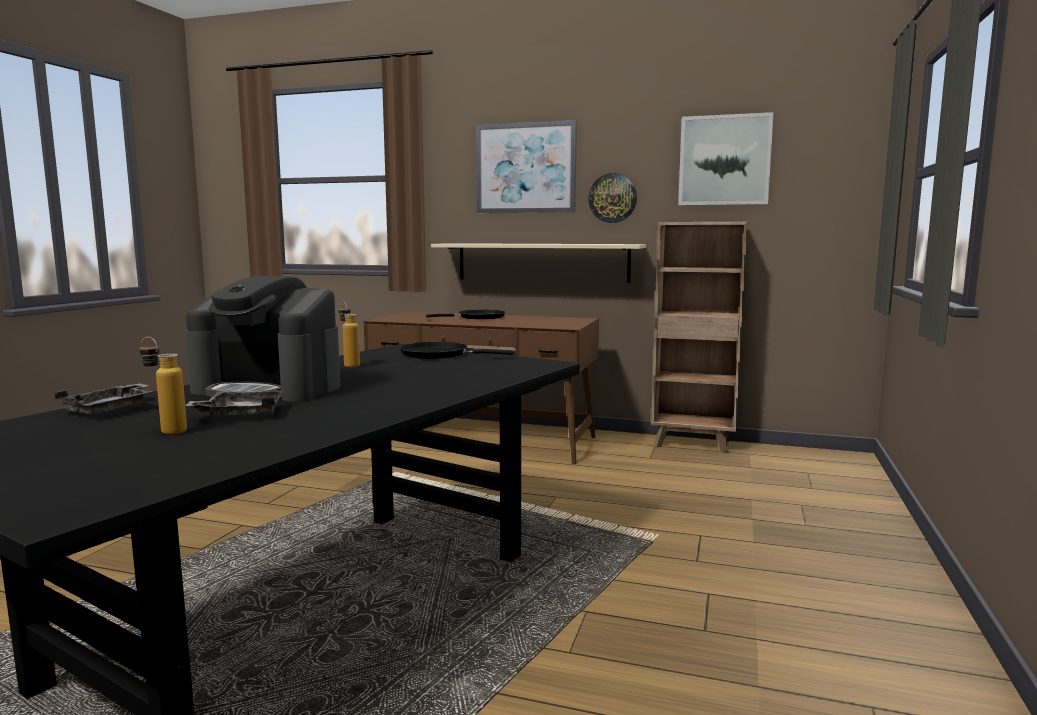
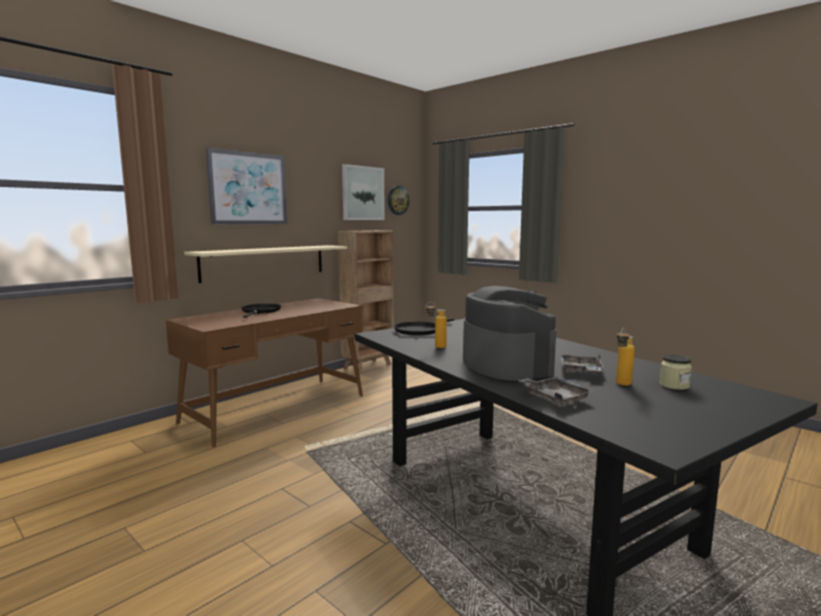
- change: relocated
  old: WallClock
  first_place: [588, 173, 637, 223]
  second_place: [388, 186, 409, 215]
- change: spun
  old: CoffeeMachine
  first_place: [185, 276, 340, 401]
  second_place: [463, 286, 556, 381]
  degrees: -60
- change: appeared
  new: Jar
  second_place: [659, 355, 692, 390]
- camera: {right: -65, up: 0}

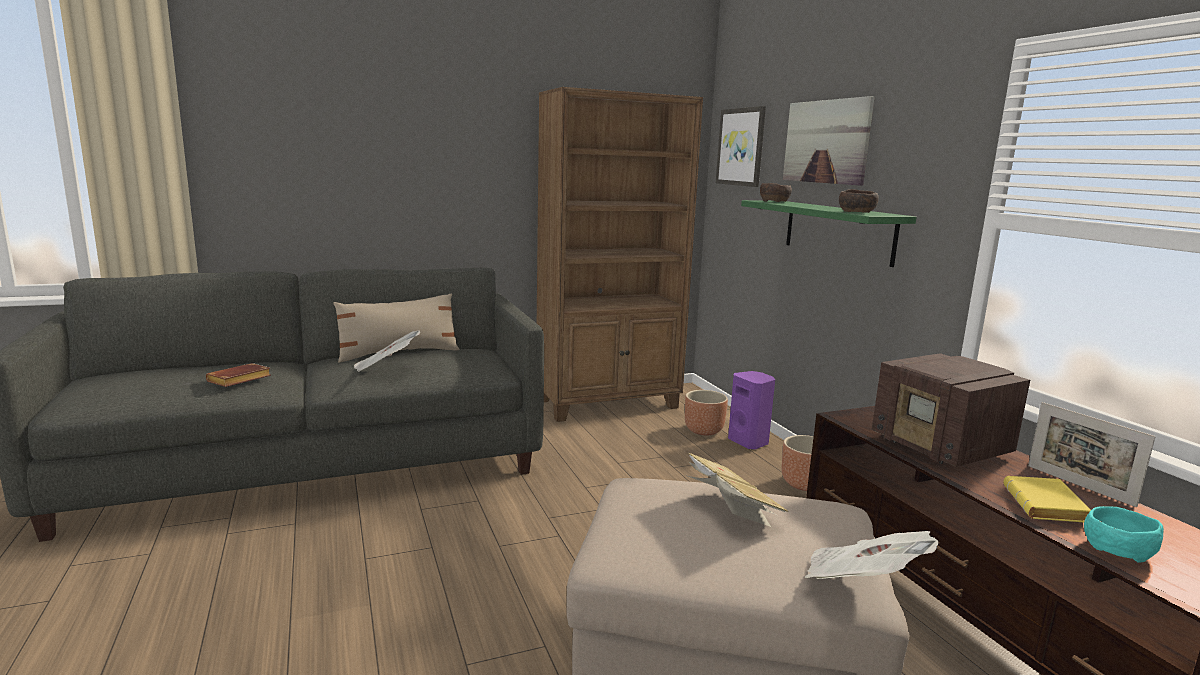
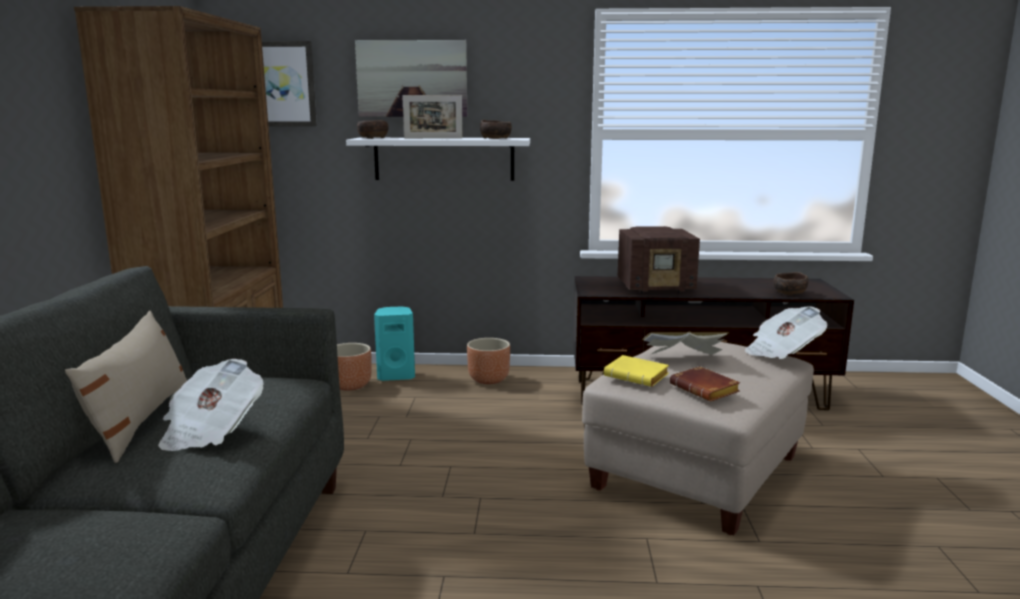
- change: colour
  old: GreenShelf
  new: WhiteShelf
  first_place: [741, 200, 917, 267]
  second_place: [346, 138, 530, 181]
- change: colour
  old: PurpleSpeaker
  new: TurquoiseSpeaker
  first_place: [728, 371, 775, 449]
  second_place: [374, 306, 415, 381]
- change: relocated
  old: PictureFrame
  first_place: [1028, 402, 1155, 507]
  second_place: [402, 95, 463, 139]
- change: relocated
  old: YellowBook
  first_place: [1004, 476, 1091, 522]
  second_place: [604, 355, 669, 387]
- change: relocated
  old: BrownBook
  first_place: [206, 363, 271, 387]
  second_place: [670, 366, 740, 401]
- change: colour
  old: TurquoiseBowl
  new: BrownBowl
  first_place: [1084, 506, 1164, 563]
  second_place: [774, 272, 808, 295]
- camera: {right: -65, up: 0}

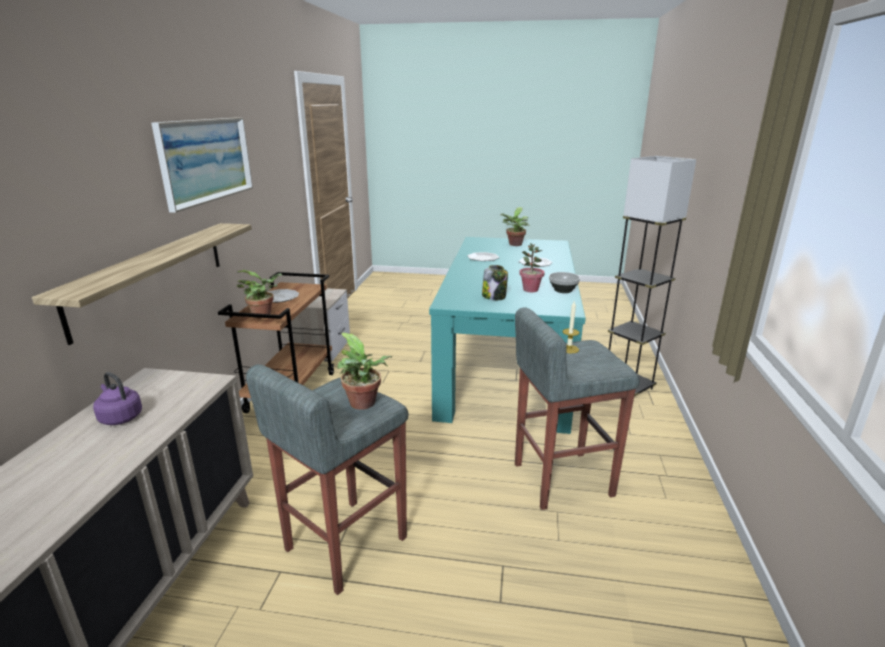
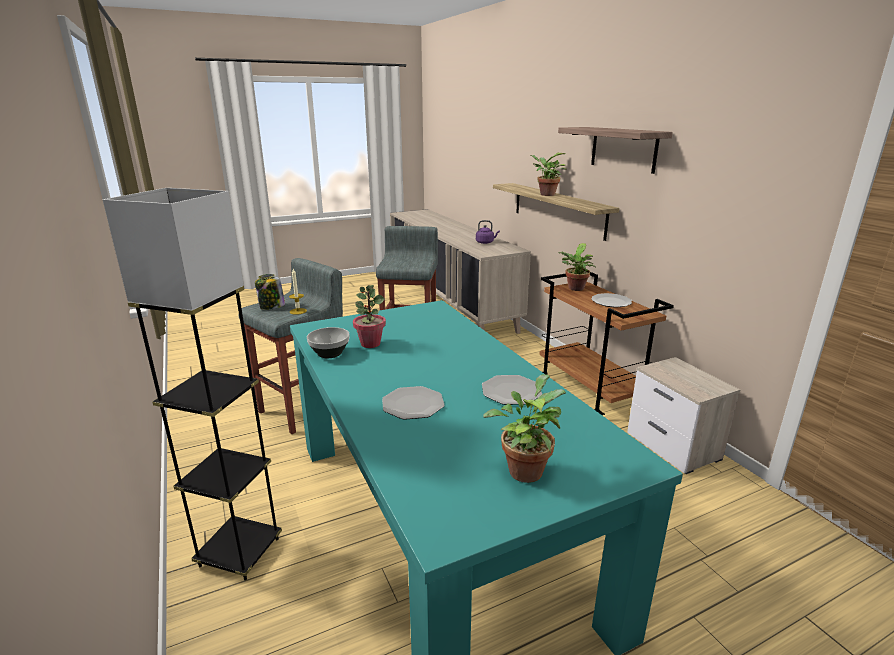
- change: relocated
  old: Jar
  first_place: [482, 265, 508, 300]
  second_place: [255, 274, 285, 310]
- change: relocated
  old: PottedPlant
  first_place: [337, 332, 392, 410]
  second_place: [531, 153, 566, 196]
- change: exchanged
  old: Picture
  new: Shelf
  first_place: [151, 117, 253, 213]
  second_place: [558, 127, 673, 174]
- camera: {right: 145, up: 0}

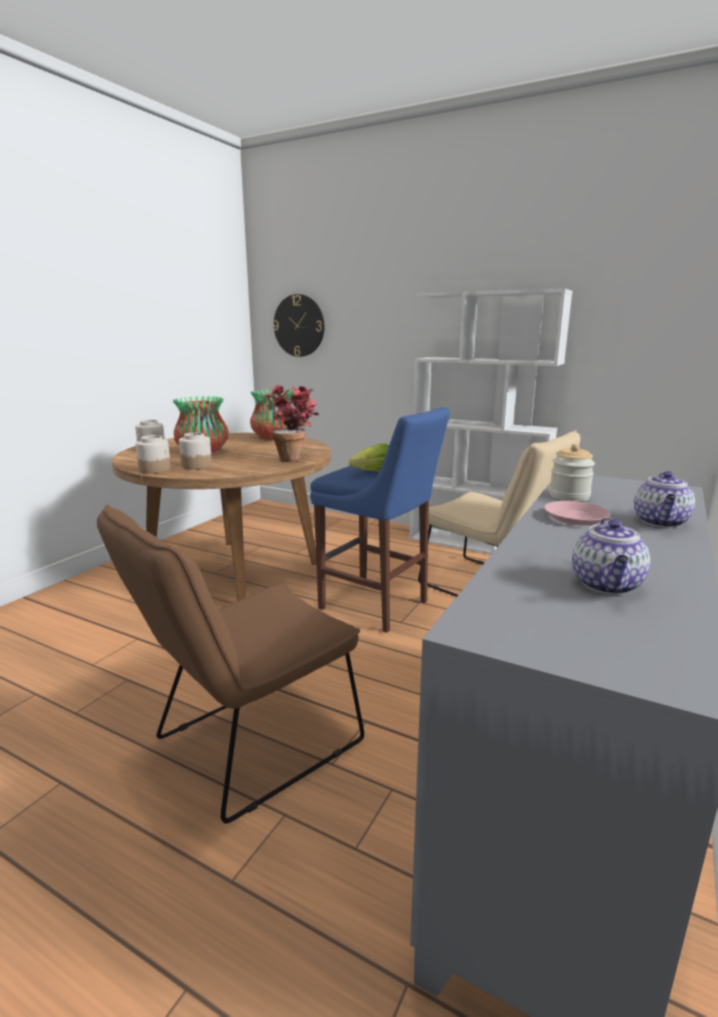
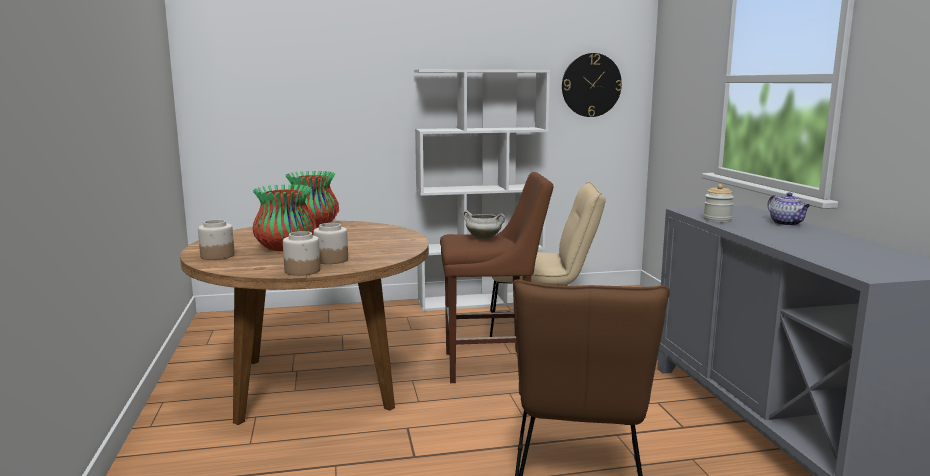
- change: colour
  old: BlueStool
  new: BrownStool
  first_place: [310, 407, 450, 633]
  second_place: [440, 172, 553, 383]
- change: exchanged
  old: Lettuce
  new: WhiteCookingPot
  first_place: [348, 443, 389, 472]
  second_place: [463, 210, 505, 240]
- change: relocated
  old: WallClock
  first_place: [273, 294, 324, 357]
  second_place: [562, 53, 622, 117]
- change: missing
  old: PottedPlant
  first_place: [265, 384, 319, 462]
- change: missing
  old: PinkPlate
  first_place: [544, 501, 610, 525]
- change: missing
  old: Teapot
  first_place: [572, 518, 651, 595]
- camera: {right: -40, up: -5}

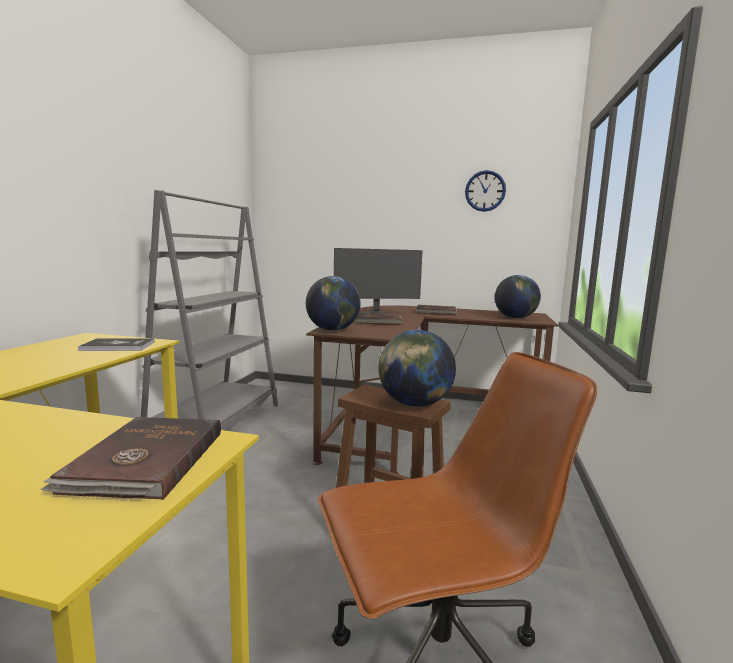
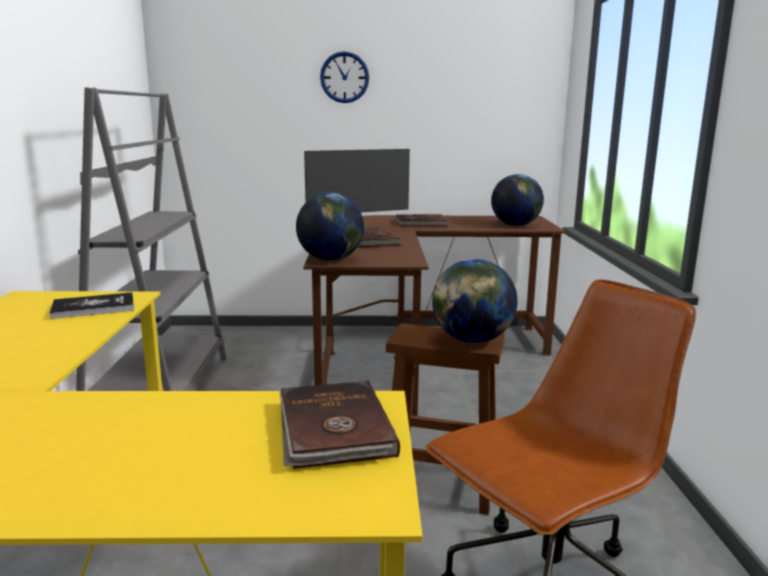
- change: relocated
  old: WallClock
  first_place: [465, 170, 506, 212]
  second_place: [320, 51, 369, 103]
- camera: {right: -15, up: 5}

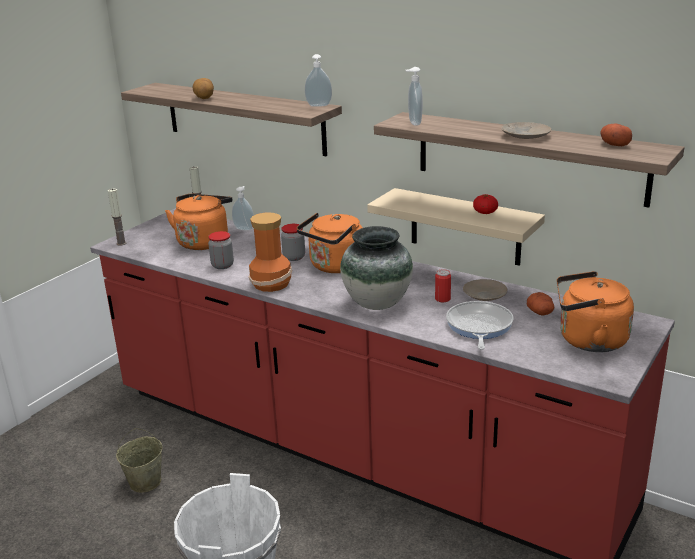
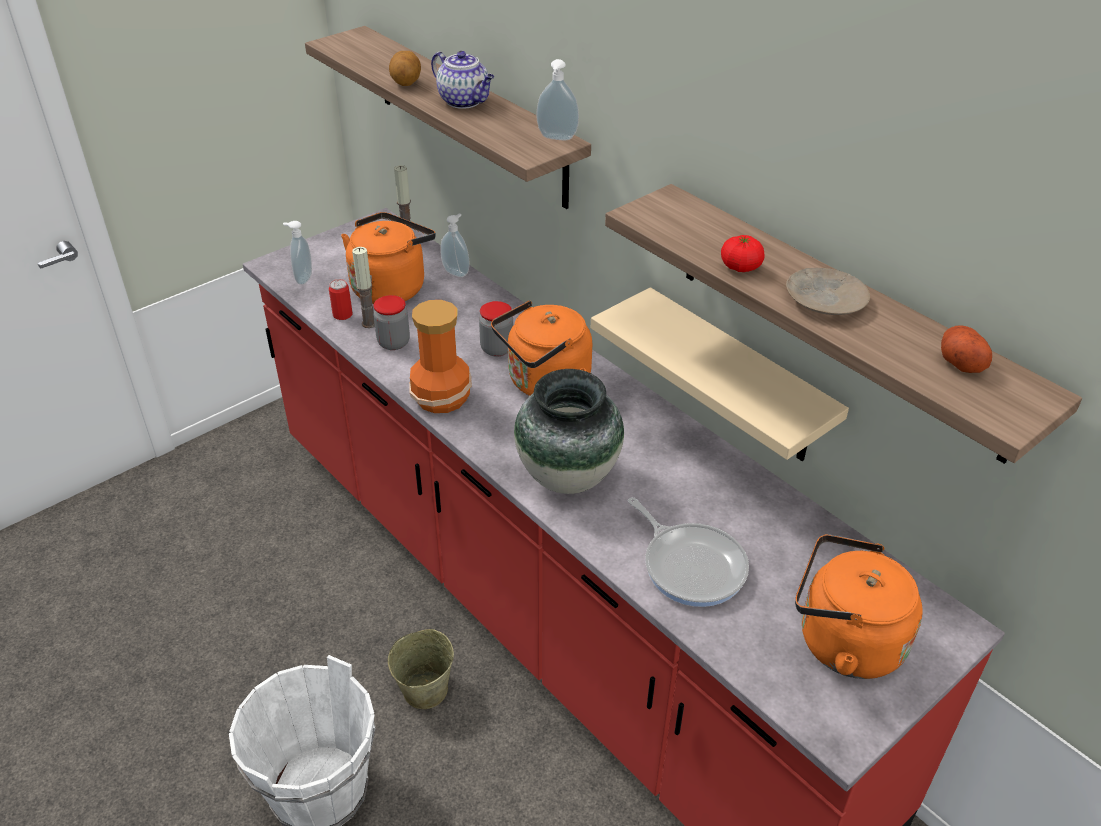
- change: relocated
  old: SoapDispenser
  first_place: [406, 67, 423, 125]
  second_place: [283, 221, 312, 285]
- change: relocated
  old: Can
  first_place: [435, 269, 451, 302]
  second_place: [329, 279, 353, 320]
- change: relocated
  old: Candle
  first_place: [108, 188, 127, 246]
  second_place: [352, 247, 375, 328]
- change: relocated
  old: BeigeBucket
  first_place: [116, 428, 162, 493]
  second_place: [388, 629, 454, 709]
- change: appeared
  new: Teapot
  second_place: [431, 51, 494, 109]
- change: spun
  old: FryingPan
  first_place: [446, 301, 514, 350]
  second_place: [628, 497, 749, 607]
  degrees: 120
- change: relocated
  old: Tomato
  first_place: [473, 194, 498, 214]
  second_place: [721, 235, 765, 272]
- change: missing
  old: BeigePlate
  first_place: [463, 279, 507, 301]
- change: missing
  old: Potato
  first_place: [527, 292, 554, 315]
- camera: {right: 15, up: 15}

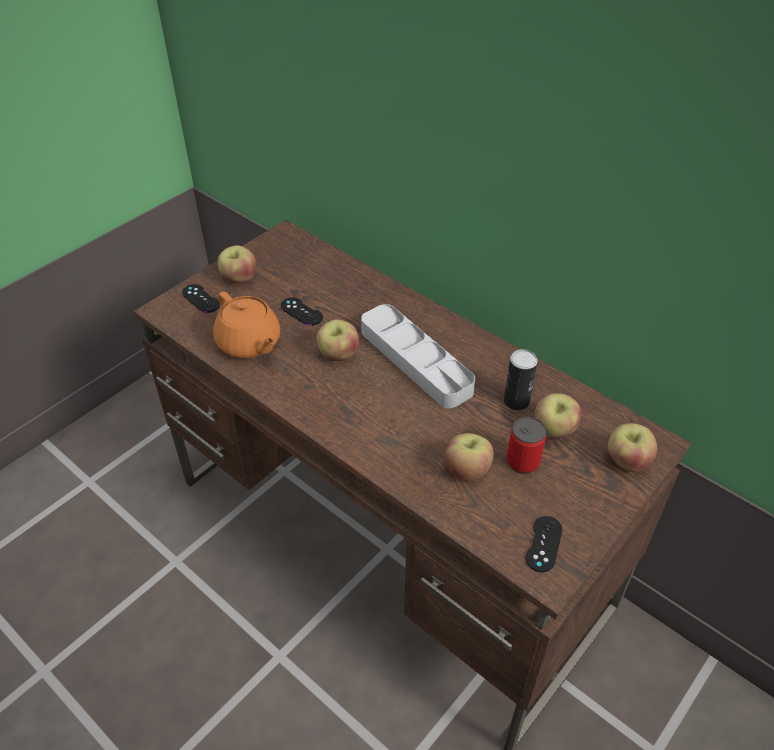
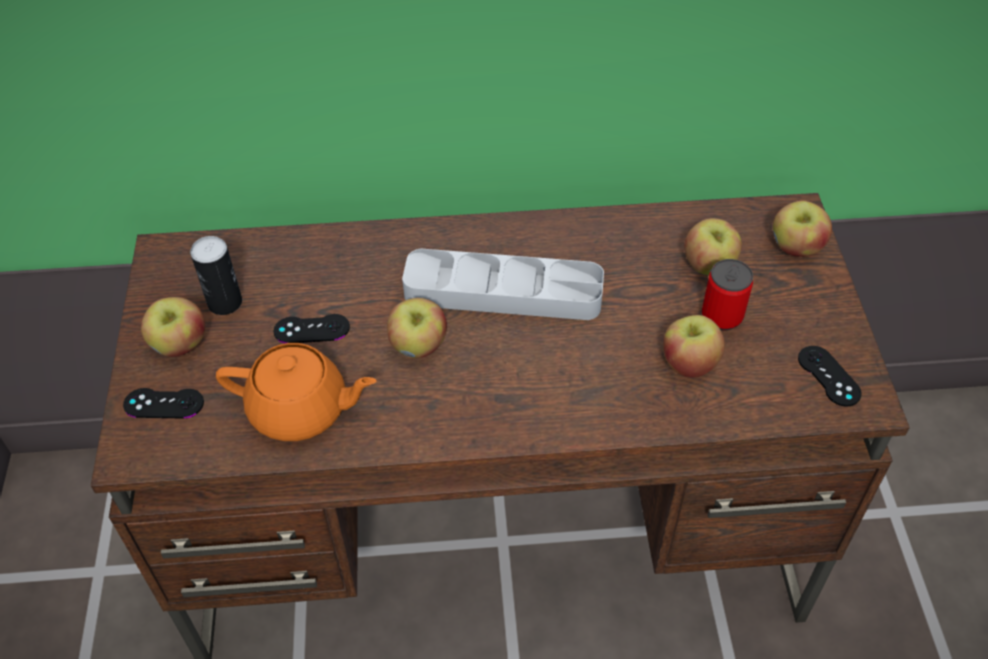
- change: relocated
  old: Can
  first_place: [504, 349, 538, 410]
  second_place: [190, 236, 242, 315]
- camera: {right: -45, up: 5}

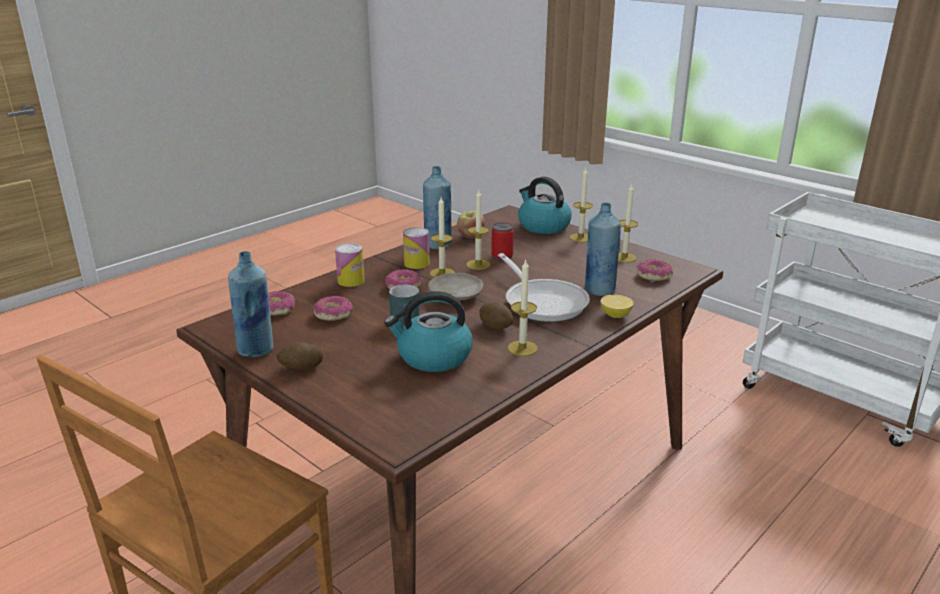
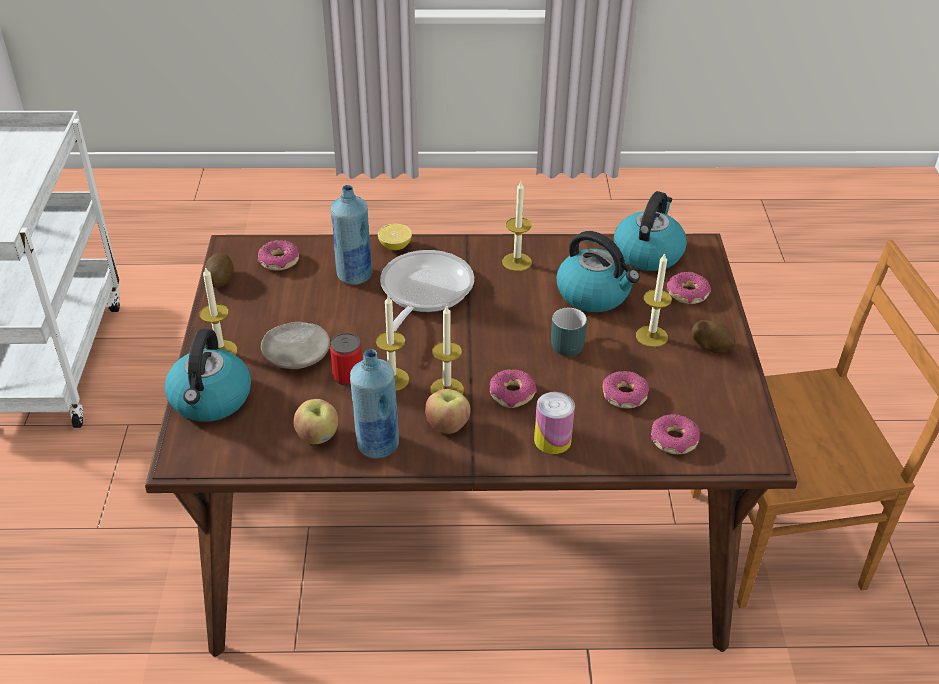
- change: relocated
  old: Potato
  first_place: [479, 302, 513, 330]
  second_place: [204, 253, 234, 288]
- change: relocated
  old: BeigePlate
  first_place: [428, 273, 483, 301]
  second_place: [261, 322, 330, 369]
- change: exchanged
  old: Can
  new: Apple
  first_place: [403, 227, 430, 269]
  second_place: [425, 389, 471, 434]
- change: appeared
  new: Kettle
  second_place: [614, 191, 687, 271]
- change: relocated
  old: Candle
  first_place: [618, 183, 638, 263]
  second_place: [636, 253, 672, 347]
- change: appeared
  new: Donut
  second_place: [667, 272, 711, 304]
- change: missing
  old: BlueBottle
  first_place: [228, 251, 273, 357]
- camera: {right: -135, up: 15}

